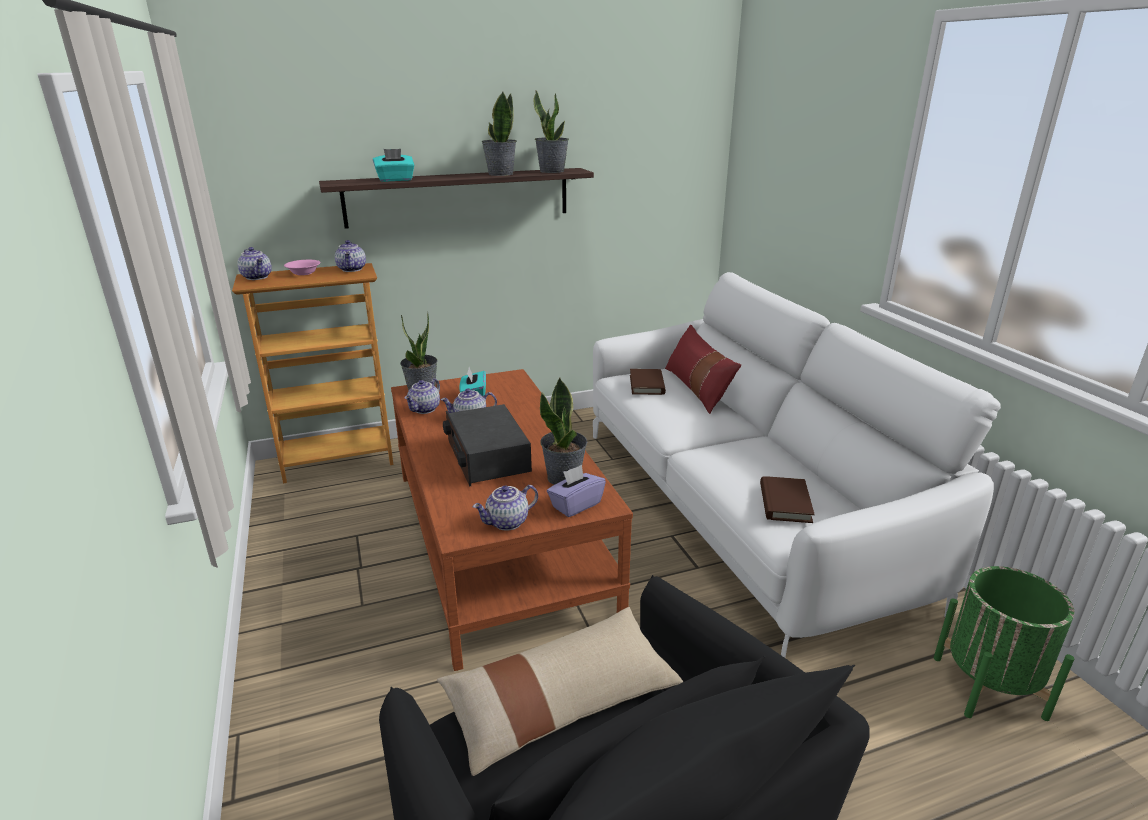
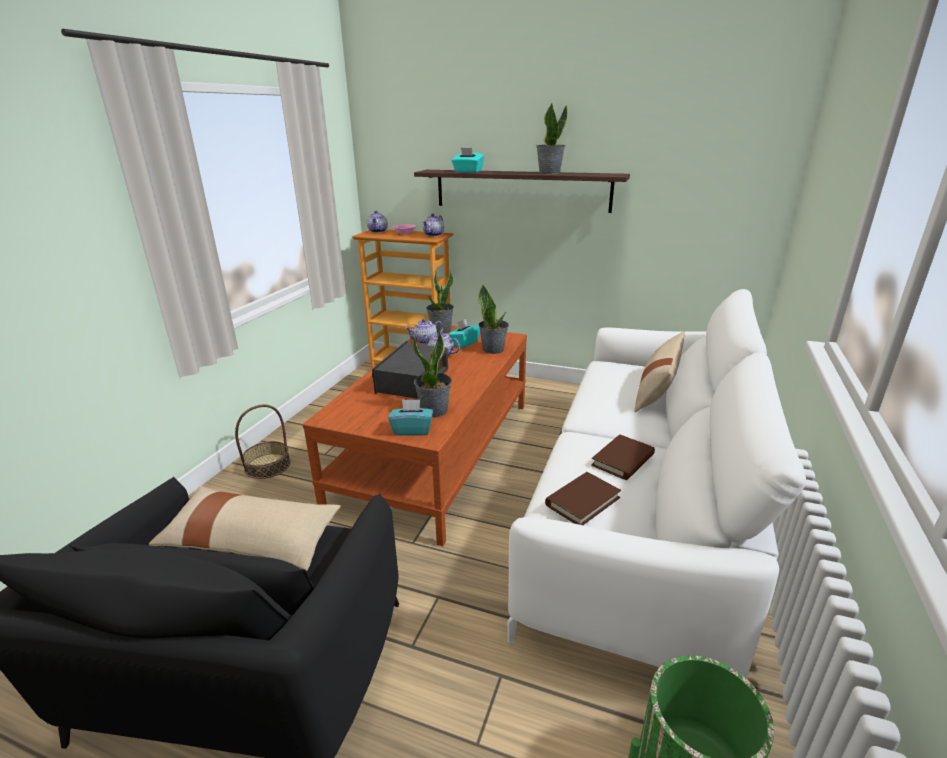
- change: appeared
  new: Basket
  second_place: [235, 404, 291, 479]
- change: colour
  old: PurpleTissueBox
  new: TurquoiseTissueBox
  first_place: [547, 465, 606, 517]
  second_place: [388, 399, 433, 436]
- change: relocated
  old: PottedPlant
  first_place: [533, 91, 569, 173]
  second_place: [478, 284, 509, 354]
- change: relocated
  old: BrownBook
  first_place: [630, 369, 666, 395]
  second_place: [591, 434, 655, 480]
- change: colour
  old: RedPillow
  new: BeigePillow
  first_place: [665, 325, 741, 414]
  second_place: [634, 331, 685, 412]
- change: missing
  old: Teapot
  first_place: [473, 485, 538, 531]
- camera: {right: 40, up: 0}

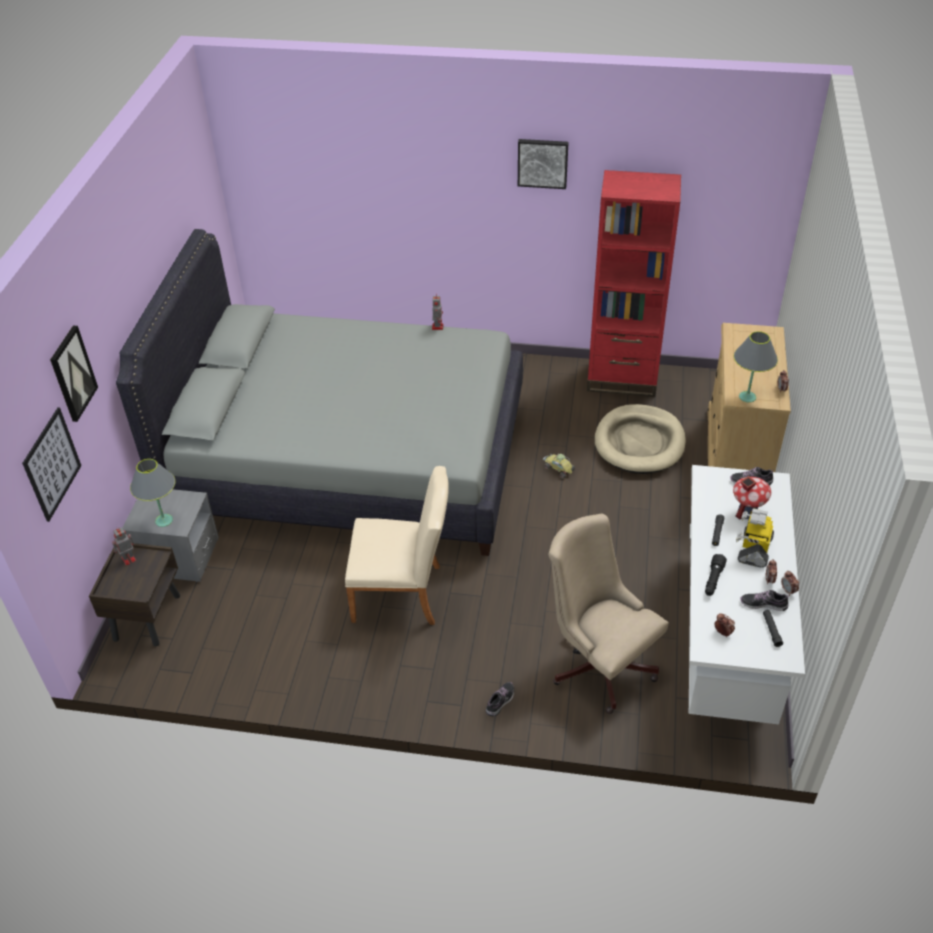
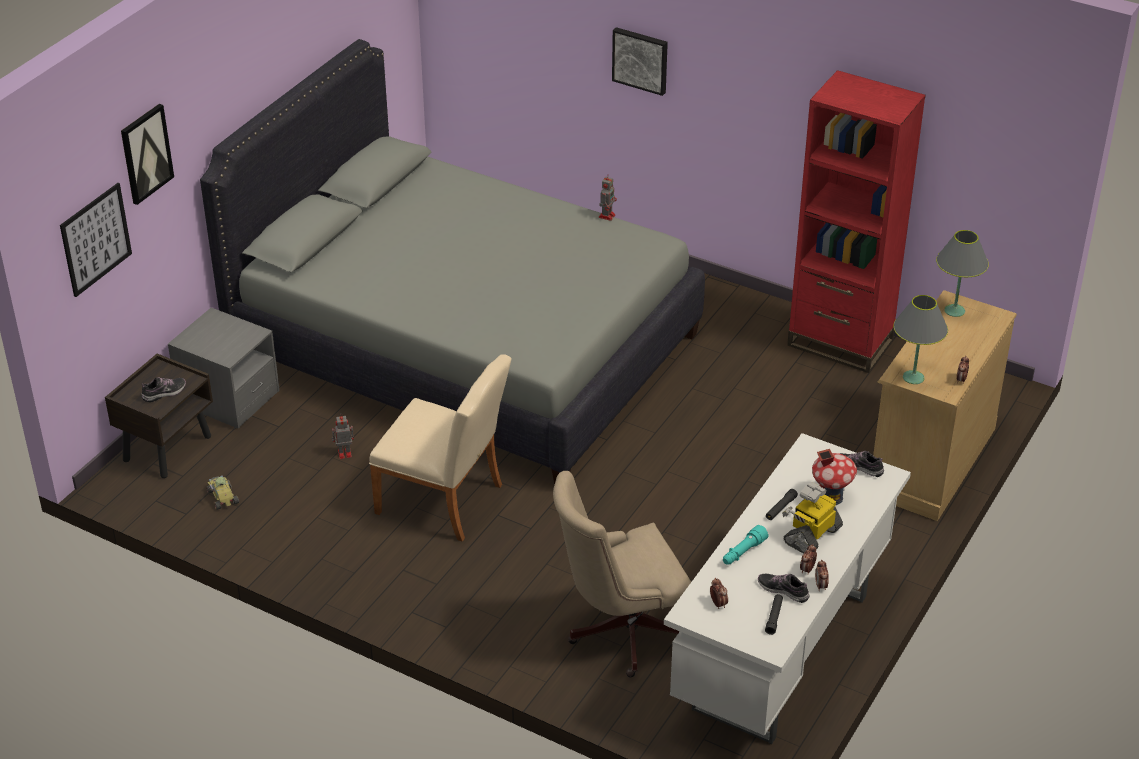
- change: relocated
  old: Shoe
  first_place: [486, 682, 514, 716]
  second_place: [142, 377, 186, 402]
- change: relocated
  old: ToyCar
  first_place: [543, 454, 575, 479]
  second_place: [206, 475, 239, 510]
- change: relocated
  old: ToyRobot
  first_place: [112, 527, 136, 565]
  second_place: [331, 415, 354, 459]
- change: spun
  old: BeigeOfficeChair
  first_place: [548, 514, 669, 714]
  second_place: [553, 471, 691, 677]
  degrees: -90
- change: relocated
  old: Picture
  first_place: [518, 139, 569, 189]
  second_place: [612, 27, 668, 96]
- change: colour
  old: BlackFlashlight
  new: TurquoiseFlashlight
  first_place: [705, 554, 727, 596]
  second_place: [723, 525, 769, 565]
- change: relocated
  old: GreyTableLamp
  first_place: [130, 459, 175, 527]
  second_place: [936, 230, 989, 317]
- change: missing
  old: BeigeDogBed
  first_place: [594, 404, 686, 474]
- camera: {right: 20, up: -5}

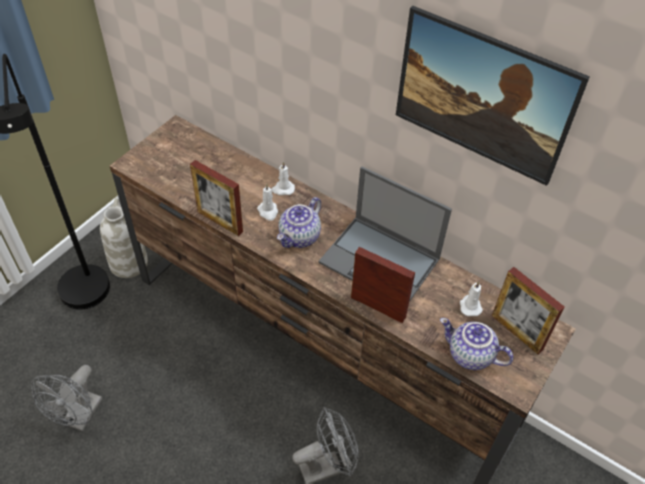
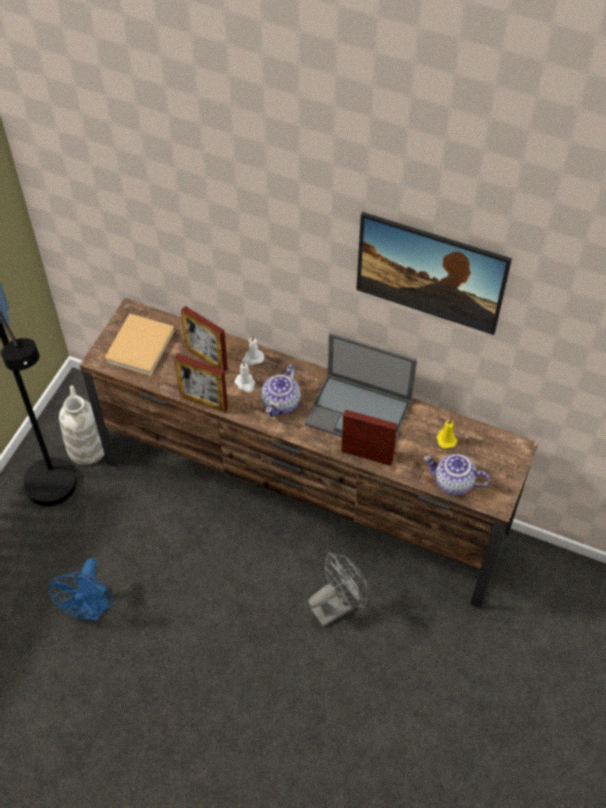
- change: colour
  old: GreyFan
  new: BlueFan
  first_place: [31, 365, 102, 431]
  second_place: [47, 558, 113, 622]
- change: appeared
  new: BeigeBook
  second_place: [104, 314, 175, 376]
- change: relocated
  old: PictureFrame
  first_place: [492, 267, 565, 355]
  second_place: [181, 306, 228, 371]
- change: colour
  old: WhiteCandle
  new: YellowCandle
  first_place: [460, 281, 483, 316]
  second_place: [437, 419, 457, 449]
- camera: {right: -10, up: 5}

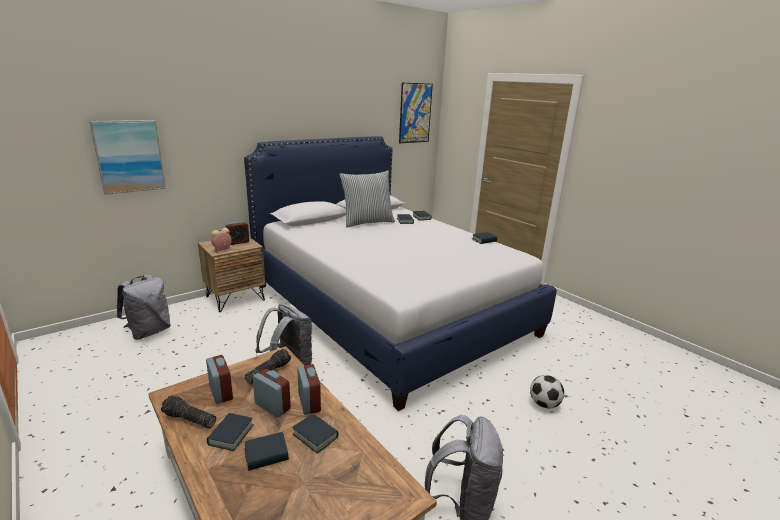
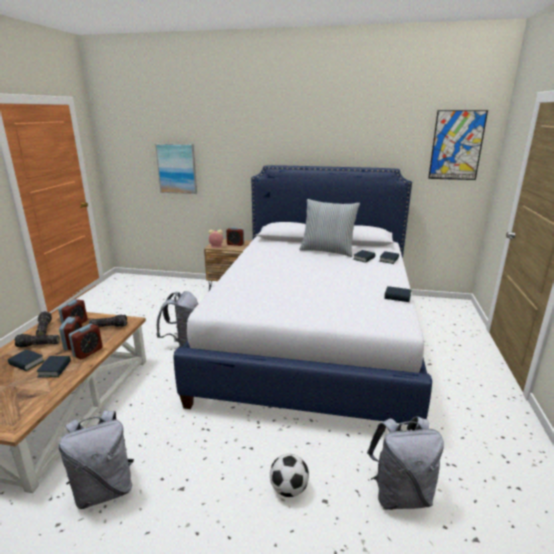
- change: exchanged
  old: Book
  new: Flashlight
  first_place: [207, 413, 254, 451]
  second_place: [15, 334, 60, 348]
- change: relocated
  old: GreyBackpack
  first_place: [117, 275, 171, 340]
  second_place: [367, 416, 443, 510]
- camera: {right: 50, up: 0}

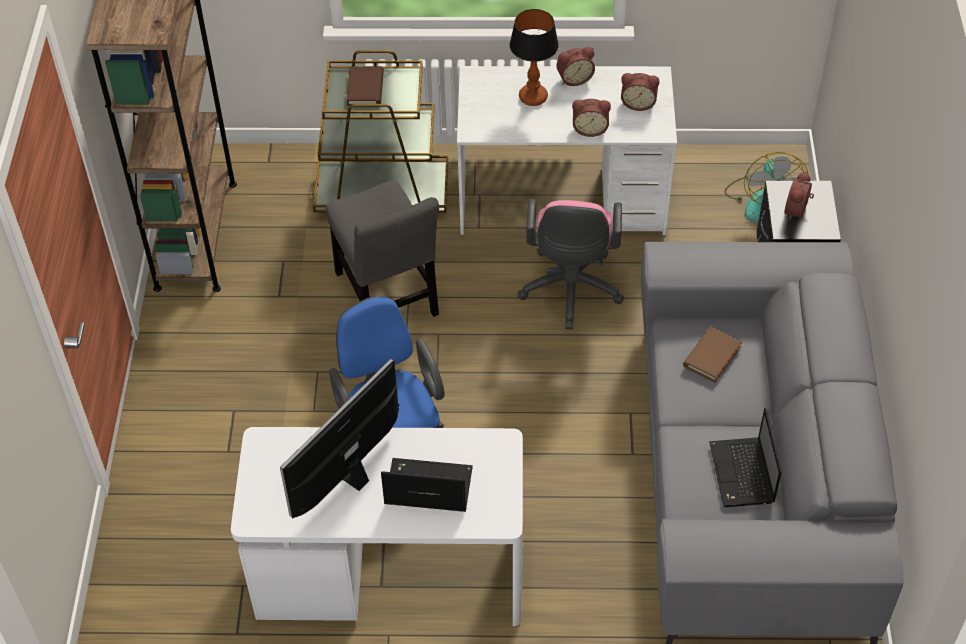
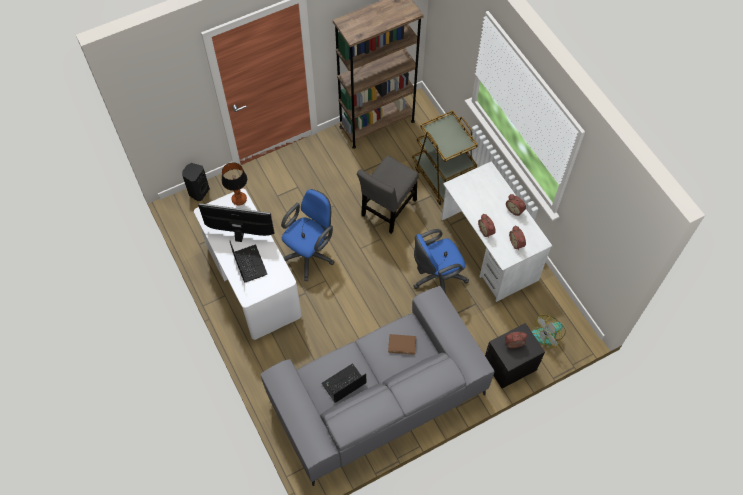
- change: appeared
  new: BlackSpeaker
  second_place: [182, 163, 210, 201]
- change: relocated
  old: TableLamp
  first_place: [510, 9, 559, 106]
  second_place: [222, 162, 247, 205]
- change: colour
  old: PinkOfficeChair
  new: BlueOfficeChair
  first_place: [517, 199, 624, 329]
  second_place: [414, 229, 469, 294]
- change: missing
  old: BrownBook
  first_place: [346, 66, 384, 106]
- camera: {right: 60, up: 10}

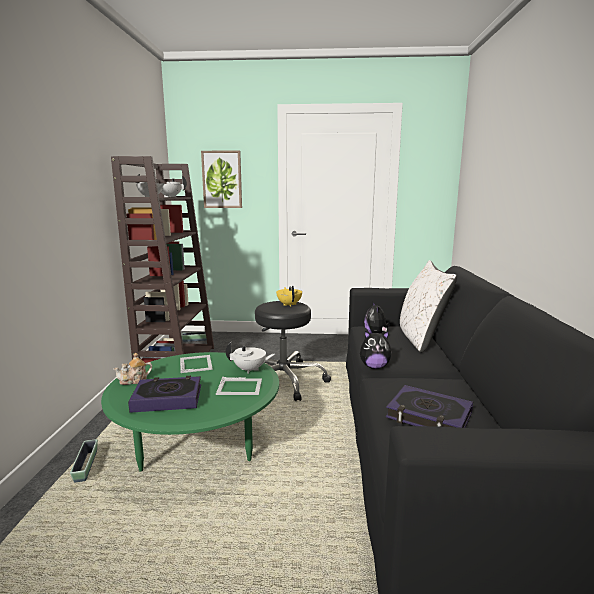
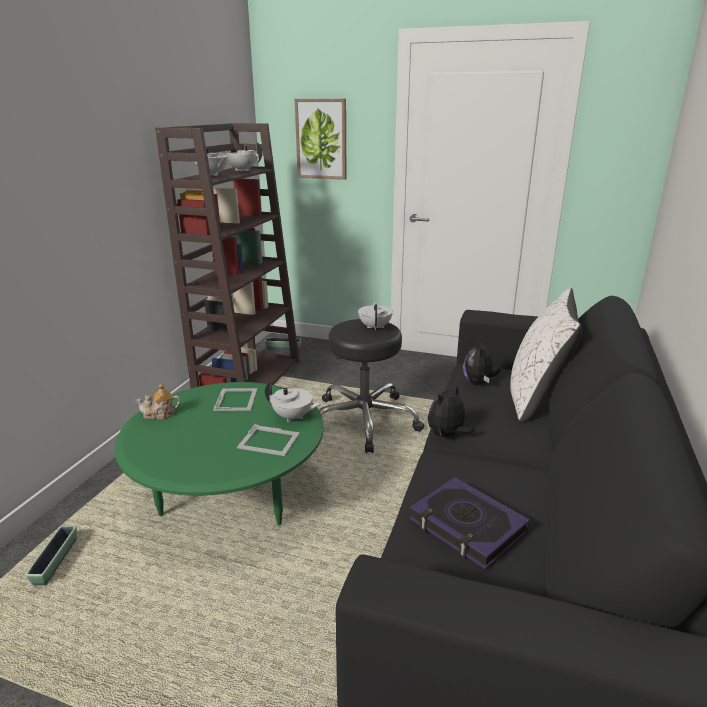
- change: relocated
  old: Planter
  first_place: [70, 439, 98, 482]
  second_place: [25, 526, 77, 586]
- change: colour
  old: YellowTeapot
  new: WhiteTeapot
  first_place: [276, 286, 302, 307]
  second_place: [358, 302, 393, 331]
- change: spun
  old: PlushToy
  first_place: [360, 331, 392, 369]
  second_place: [428, 385, 475, 437]
  degrees: 120
- change: missing
  old: Book
  first_place: [128, 376, 201, 413]
- camera: {right: 15, up: 10}

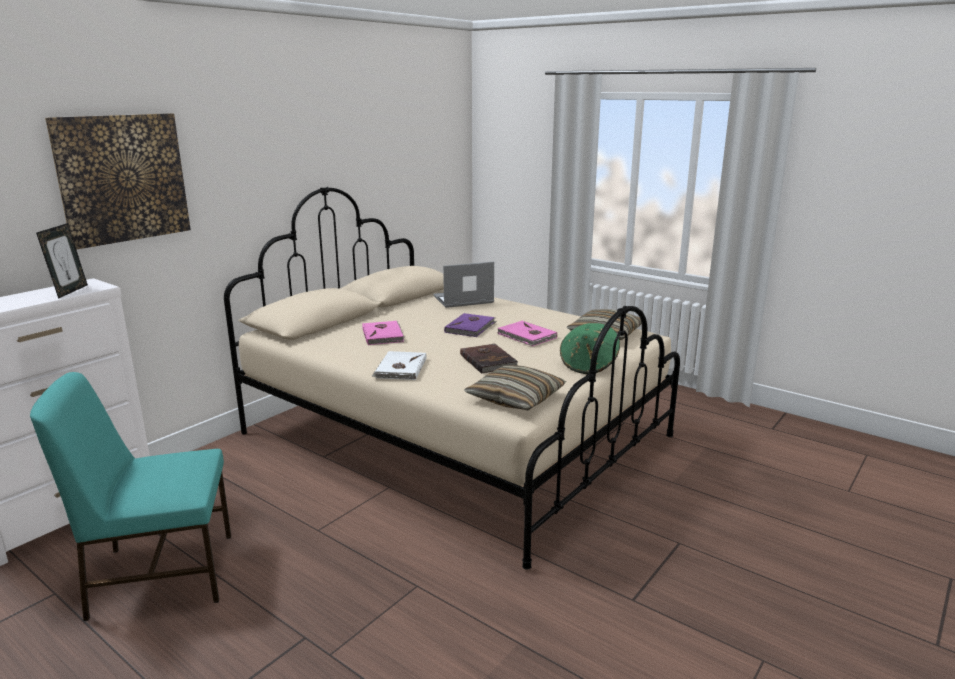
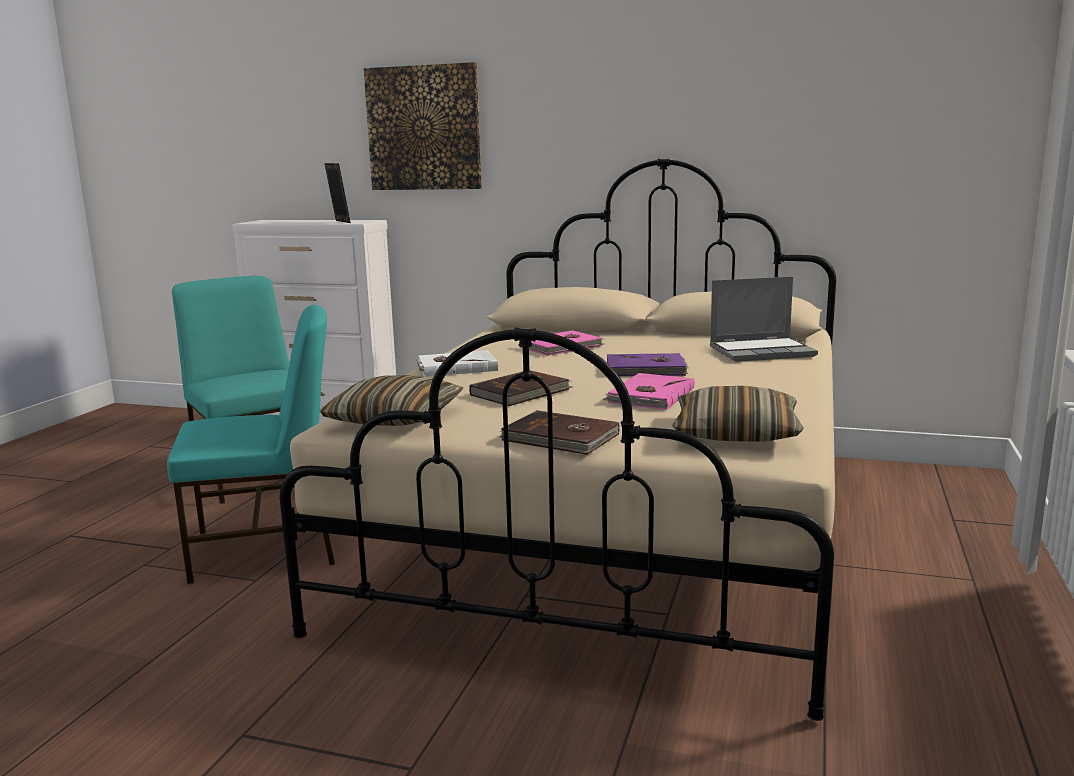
- change: appeared
  new: TurquoiseChair
  second_place: [167, 305, 335, 584]
- change: spun
  old: PictureFrame
  first_place: [36, 223, 88, 299]
  second_place: [324, 163, 351, 223]
  degrees: -105
- change: exchanged
  old: GreenHat
  new: BrownBook
  first_place: [560, 323, 620, 374]
  second_place: [500, 410, 619, 455]
- change: spun
  old: Laptop
  first_place: [433, 262, 494, 308]
  second_place: [710, 276, 818, 362]
  degrees: 120
- camera: {right: 70, up: -5}

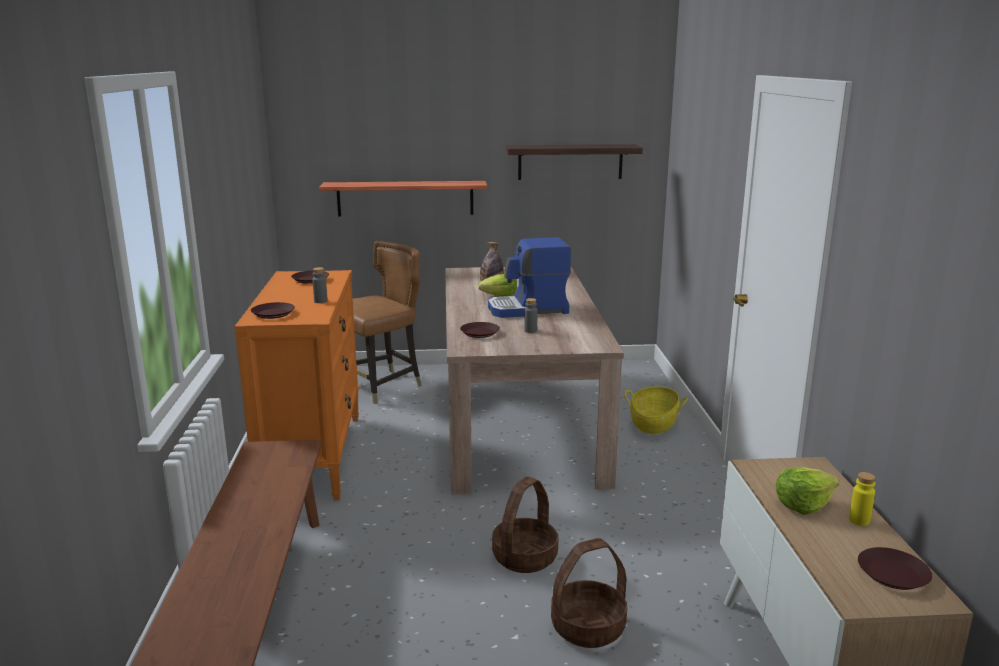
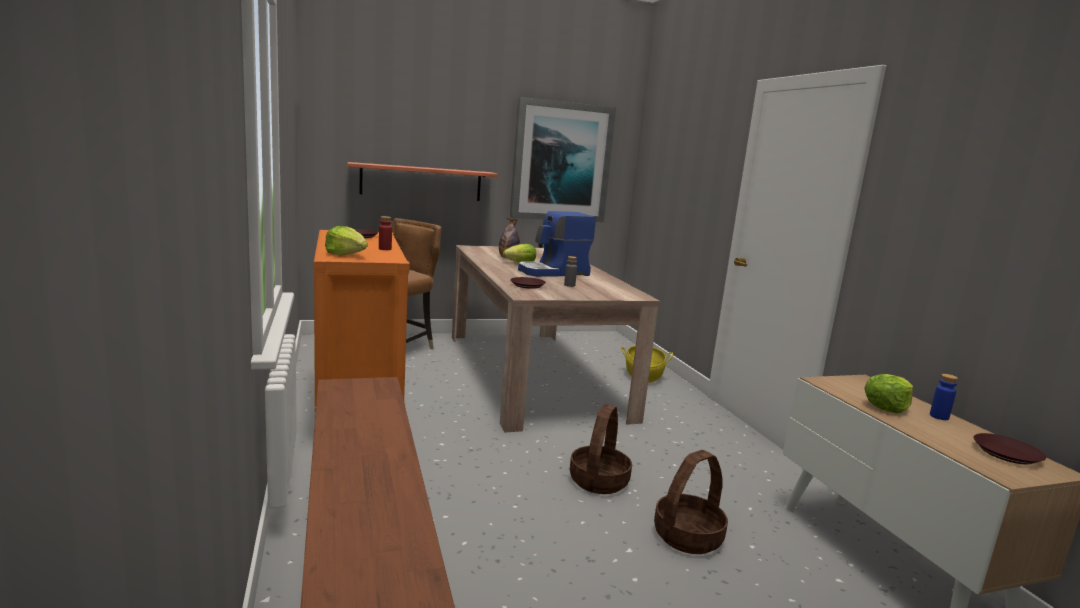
- change: exchanged
  old: BrownPlate
  new: Lettuce
  first_place: [251, 302, 295, 319]
  second_place: [325, 226, 368, 256]
- change: colour
  old: GreyBottle
  new: RedBottle
  first_place: [312, 267, 327, 303]
  second_place: [379, 216, 392, 250]
- change: exchanged
  old: Shelf
  new: Picture
  first_place: [506, 144, 643, 180]
  second_place: [510, 97, 616, 222]
- change: colour
  old: YellowBottle
  new: BlueBottle
  first_place: [849, 472, 876, 526]
  second_place: [930, 374, 958, 420]
- camera: {right: -15, up: -5}

